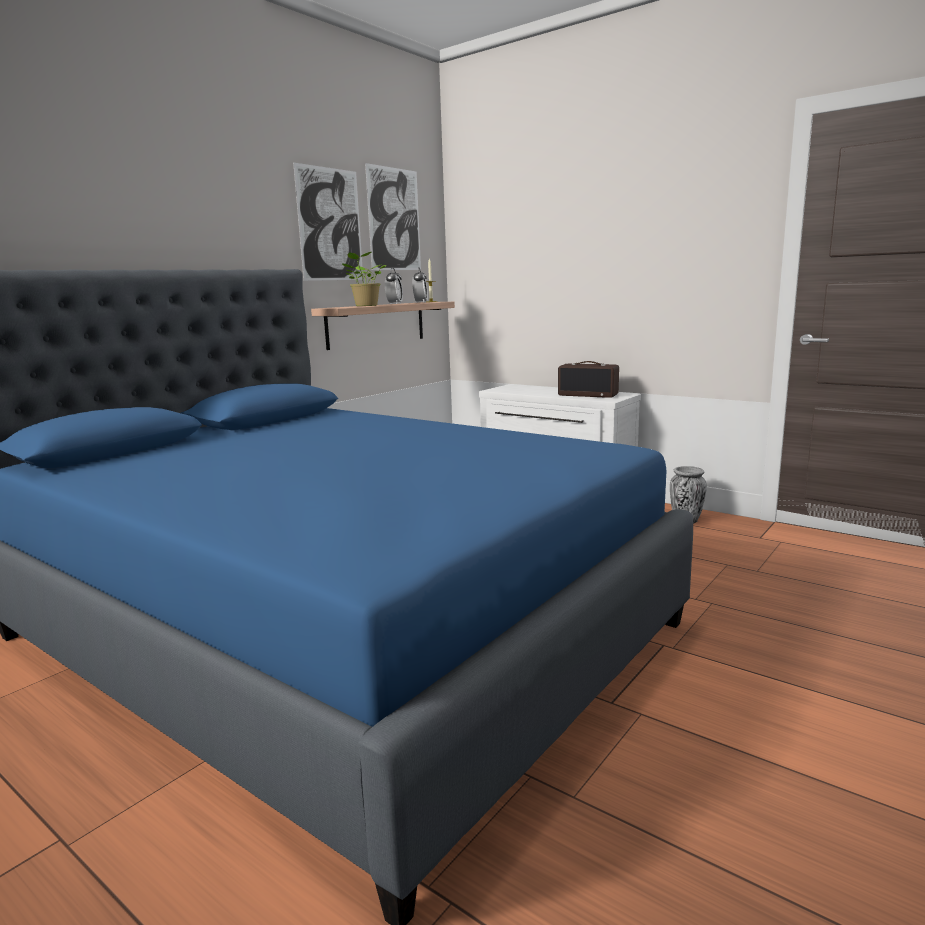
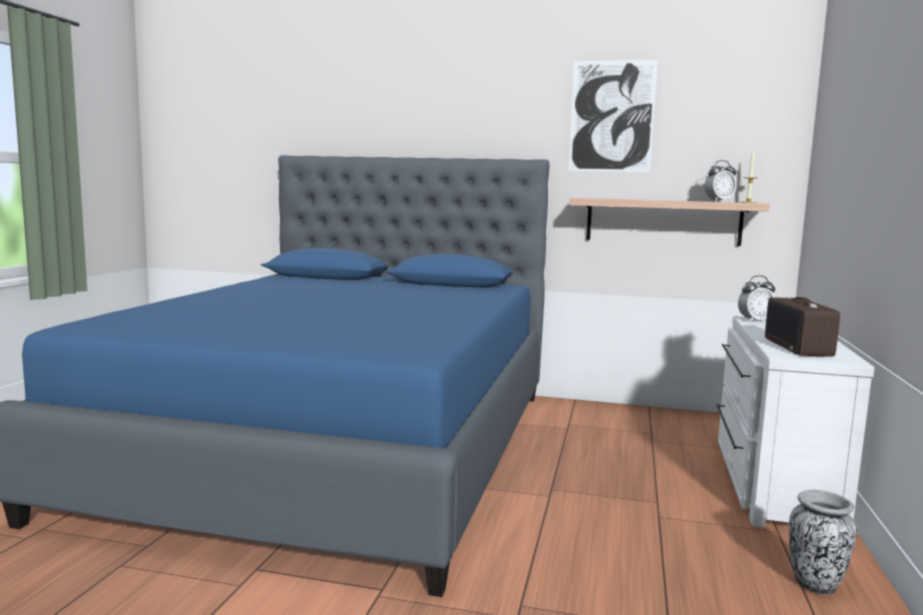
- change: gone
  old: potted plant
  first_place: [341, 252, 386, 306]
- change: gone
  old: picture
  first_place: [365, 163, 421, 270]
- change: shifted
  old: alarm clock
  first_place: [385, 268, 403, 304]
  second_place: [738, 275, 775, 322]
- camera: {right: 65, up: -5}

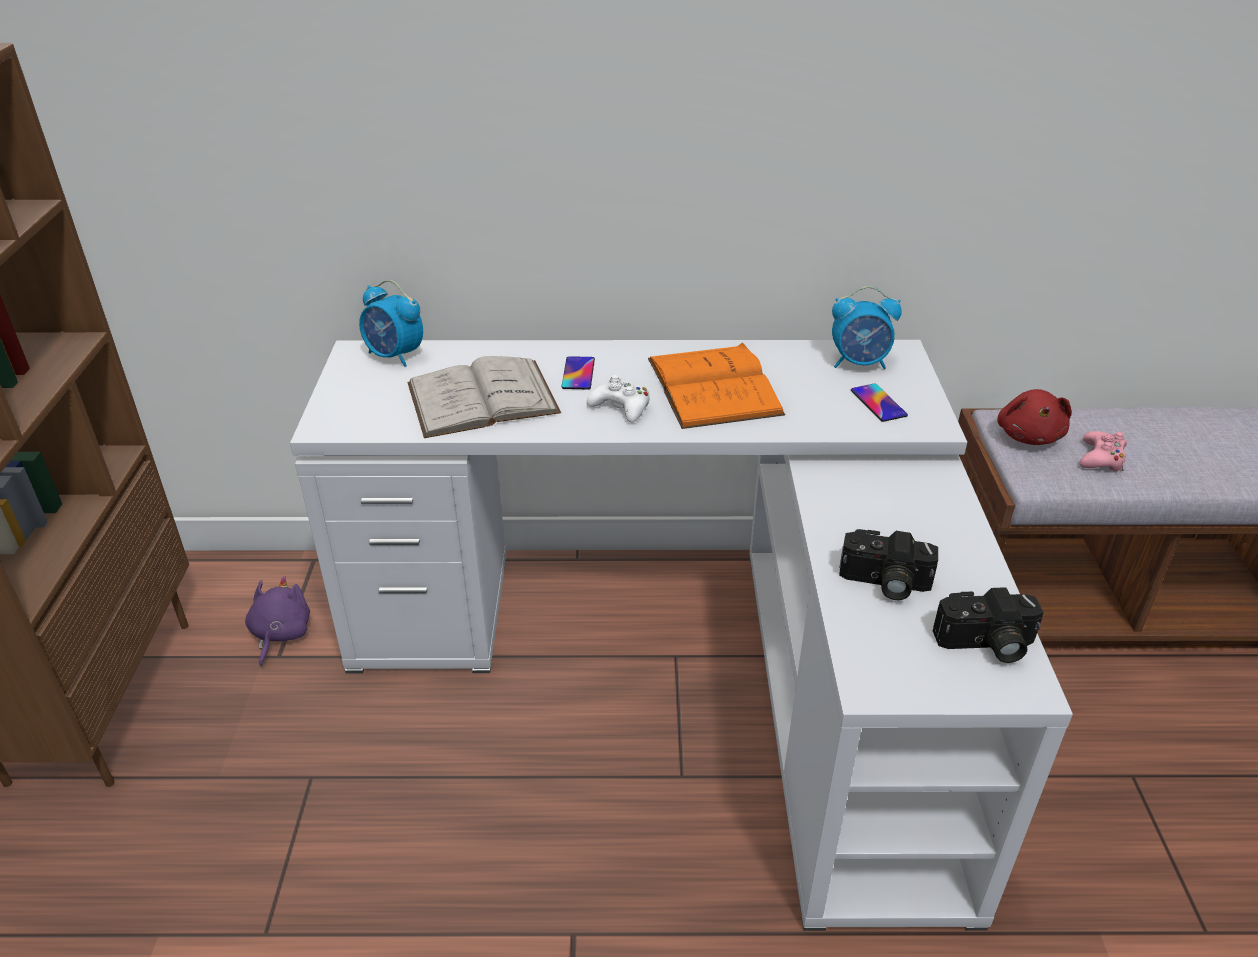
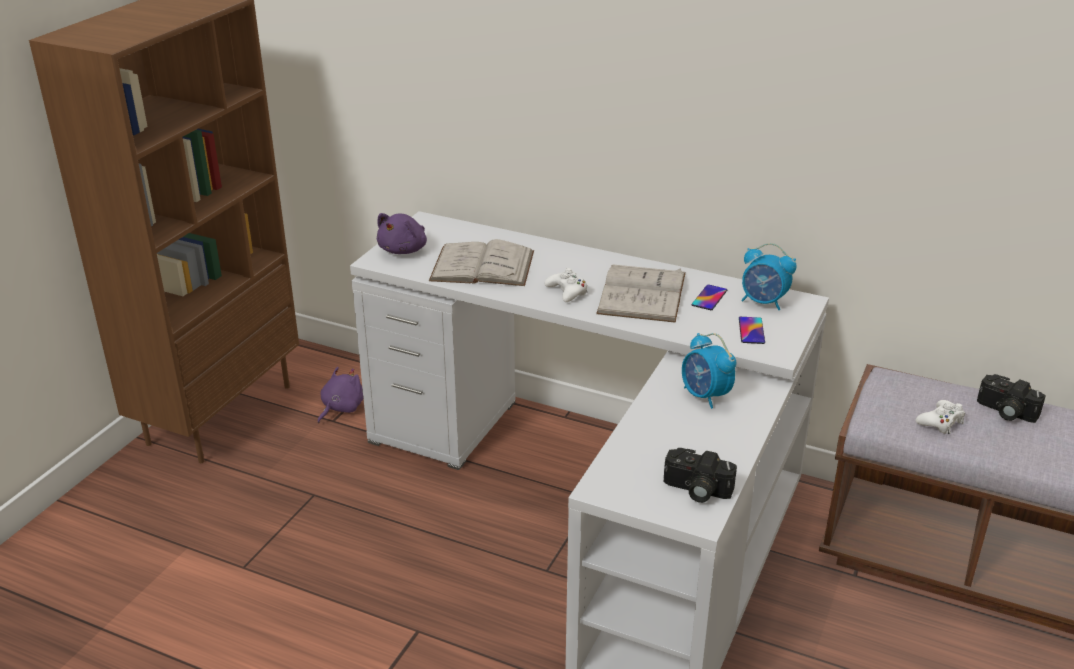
- change: gone
  old: red plush toy
  first_place: [997, 389, 1072, 445]
- change: new
  new: purple plush toy
  second_place: [377, 213, 427, 254]
- change: shifted
  old: alarm clock
  first_place: [359, 280, 423, 367]
  second_place: [682, 333, 736, 409]
- change: shifted
  old: phone
  first_place: [561, 356, 595, 389]
  second_place: [692, 284, 727, 310]
- change: shifted
  old: photo camera
  first_place: [839, 529, 938, 600]
  second_place: [977, 374, 1046, 423]
- change: repainted
  old: orange book
  new: white book
  first_place: [648, 342, 785, 429]
  second_place: [596, 264, 686, 323]
- change: repainted
  old: pink game controller
  new: white game controller
  first_place: [1080, 431, 1127, 472]
  second_place: [915, 400, 965, 434]
- camera: {right: 25, up: -5}

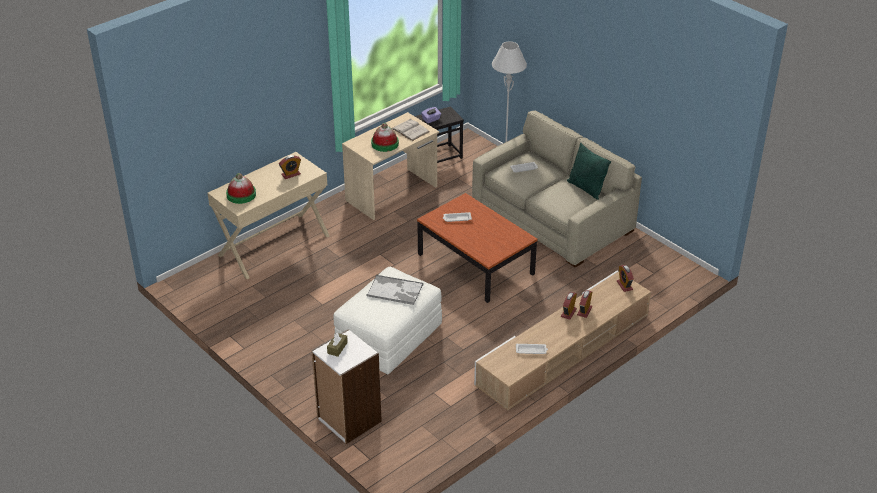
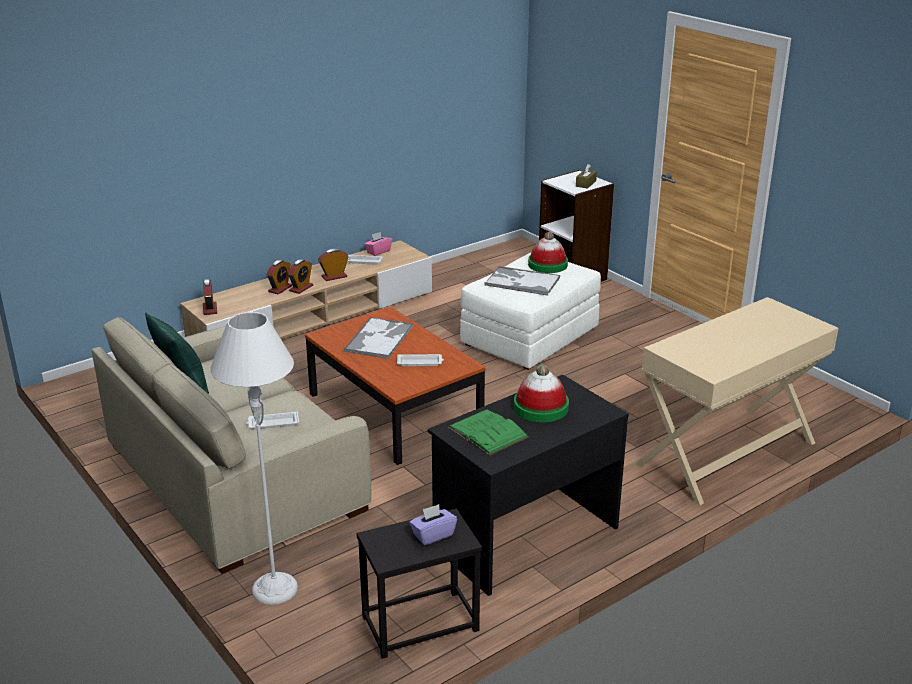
- change: new
  new: tray
  second_place: [344, 317, 413, 359]
- change: new
  new: pink tissue box
  second_place: [364, 232, 392, 256]
- change: shifted
  old: hat
  first_place: [226, 173, 256, 204]
  second_place: [528, 232, 568, 273]
- change: shifted
  old: alarm clock
  first_place: [279, 155, 301, 179]
  second_place: [318, 249, 349, 281]
- change: repainted
  old: beige desk
  new: black desk
  first_place: [342, 112, 439, 220]
  second_place: [428, 374, 629, 596]
- change: repainted
  old: white book
  new: green book
  first_place: [392, 119, 429, 141]
  second_place: [448, 409, 528, 455]
- camera: {right: -175, up: -10}

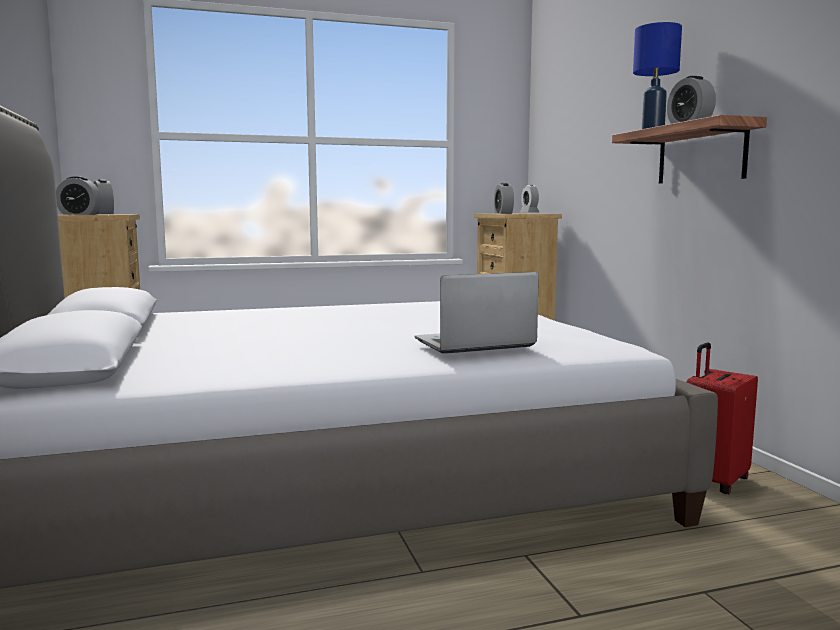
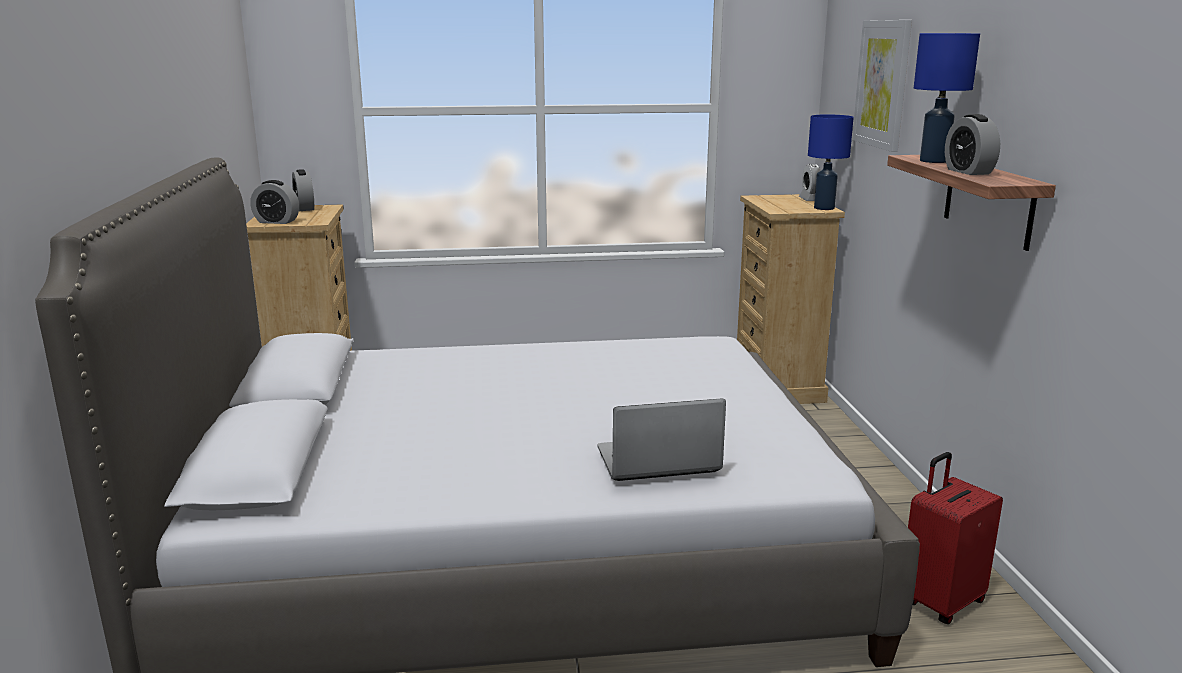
- change: gone
  old: alarm clock
  first_place: [494, 183, 514, 214]
- change: new
  new: blue table lamp
  second_place: [808, 114, 854, 210]
- change: new
  new: picture
  second_place: [852, 20, 912, 152]
- camera: {right: 10, up: 10}

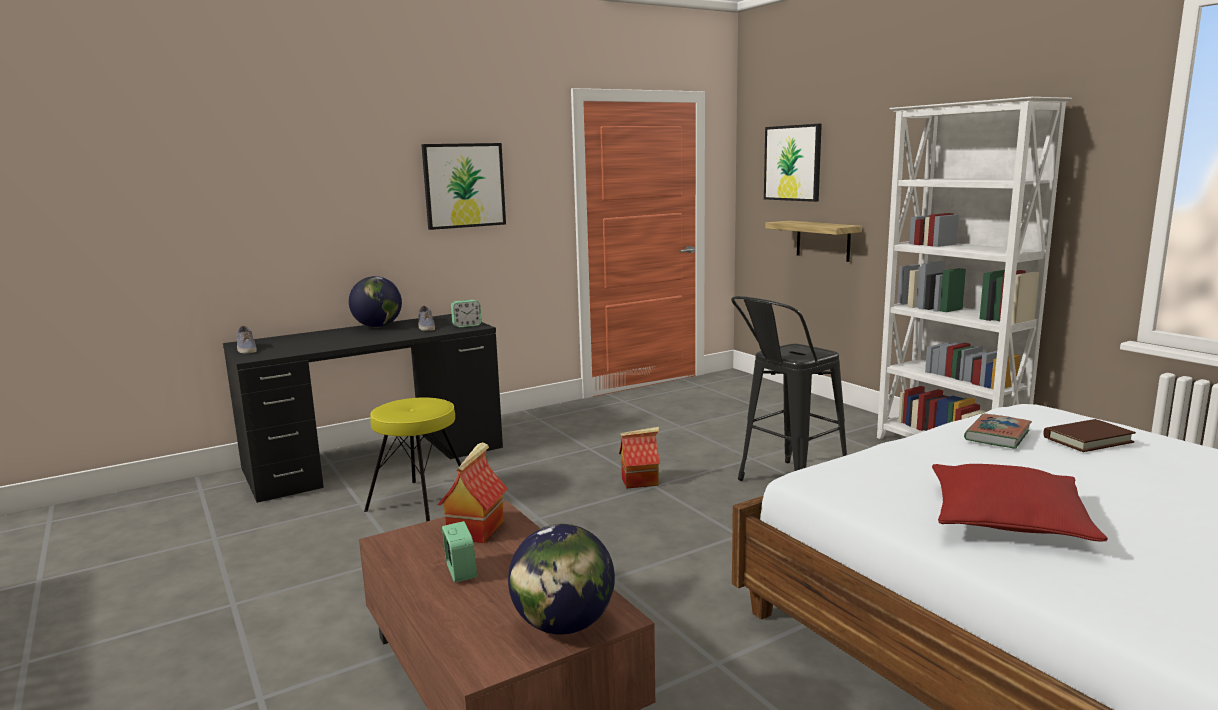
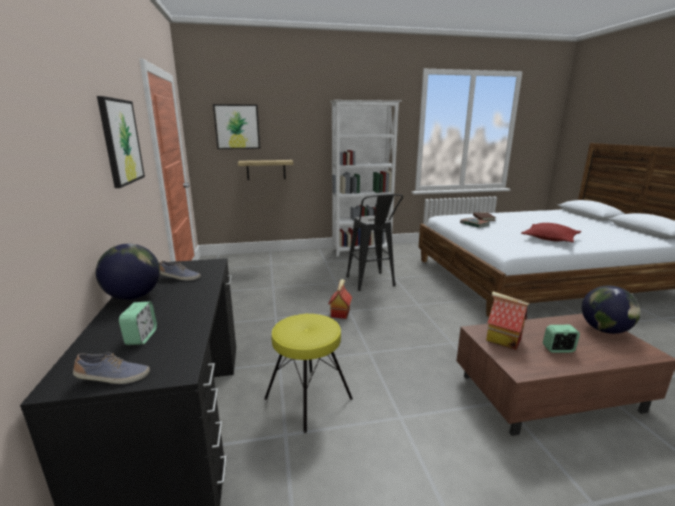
- change: shifted
  old: alarm clock
  first_place: [451, 300, 481, 328]
  second_place: [119, 302, 157, 345]
- camera: {right: -70, up: 5}

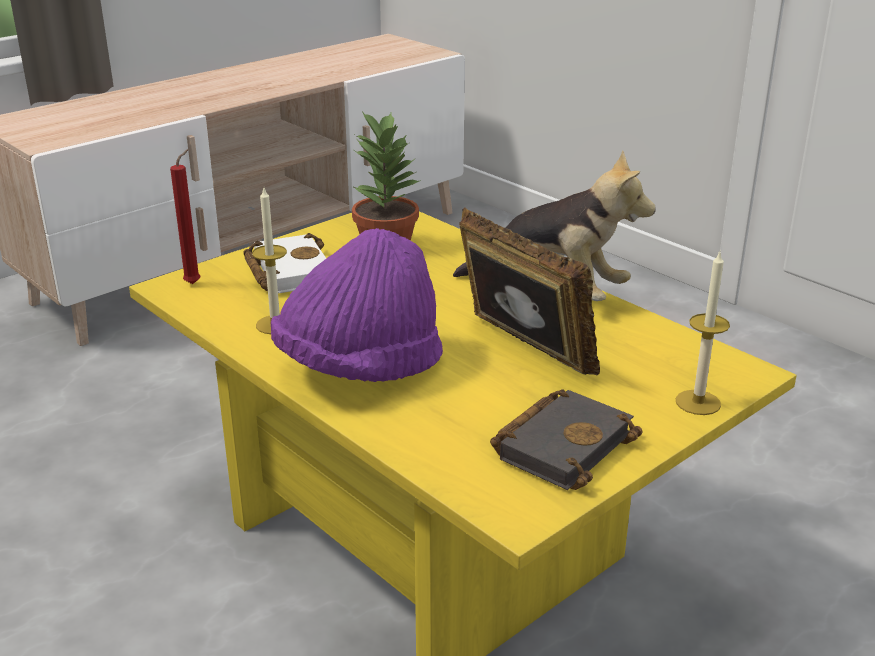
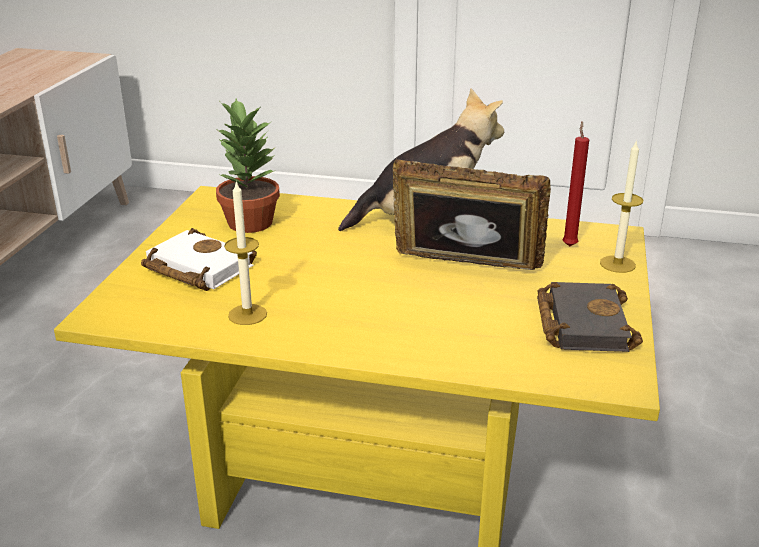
- change: gone
  old: purple hat
  first_place: [271, 228, 443, 382]
- change: shifted
  old: red candle
  first_place: [170, 149, 201, 284]
  second_place: [562, 121, 589, 247]
- camera: {right: -35, up: 0}

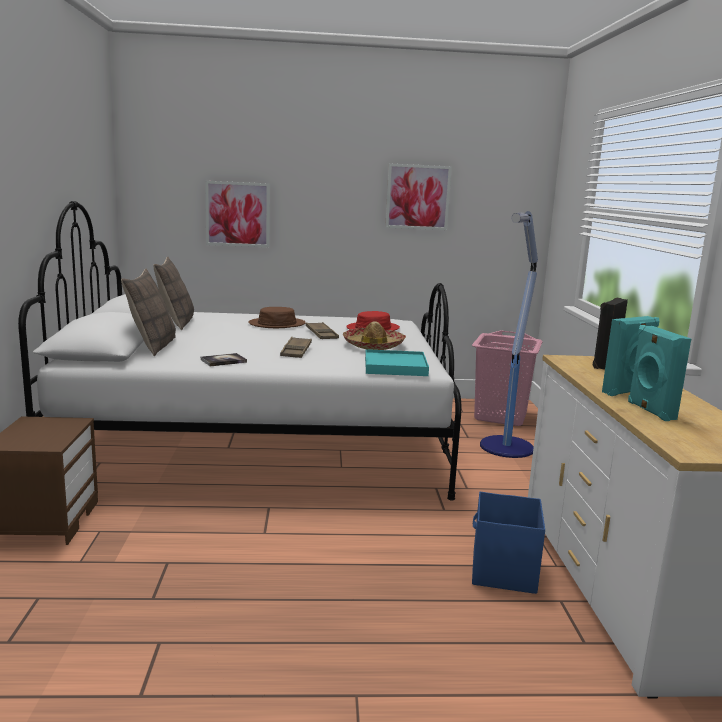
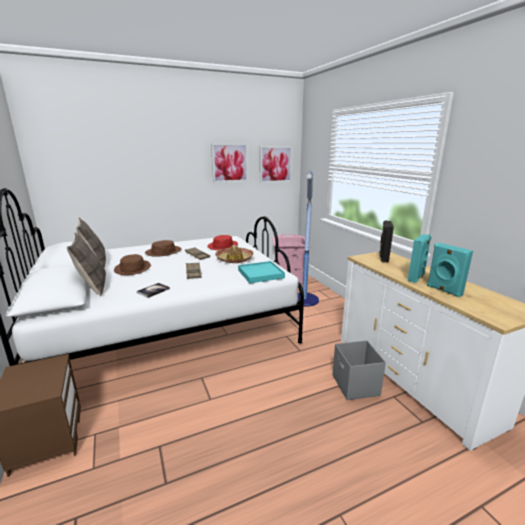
- change: new
  new: brown hat
  second_place: [114, 254, 151, 275]
- change: shifted
  old: picture
  first_place: [205, 181, 270, 247]
  second_place: [260, 146, 292, 183]
- change: repainted
  old: blue storage box
  new: grey storage box
  first_place: [472, 492, 545, 594]
  second_place: [332, 340, 386, 400]
- camera: {right: -20, up: 5}

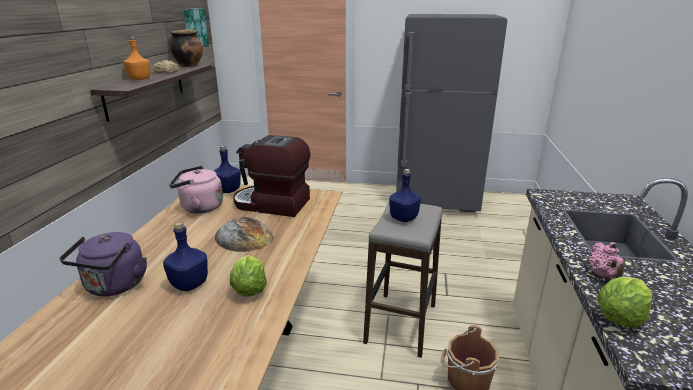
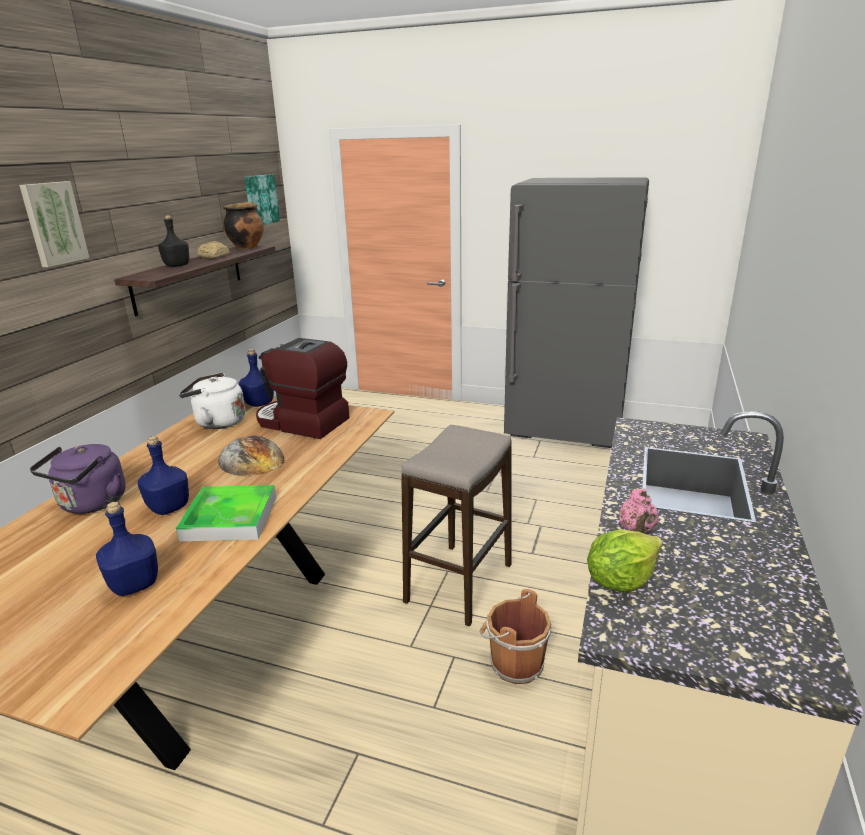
- change: new
  new: picture
  second_place: [19, 181, 89, 267]
- change: shifted
  old: blue bottle
  first_place: [389, 169, 421, 222]
  second_place: [96, 502, 158, 596]
- change: swapped
  old: lettuce
  new: tray
  first_place: [230, 255, 267, 297]
  second_place: [176, 485, 276, 541]
- change: repainted
  old: orange bottle
  new: black bottle
  first_place: [123, 37, 150, 80]
  second_place: [158, 215, 189, 267]
- change: repainted
  old: pink kettle
  new: white kettle
  first_place: [169, 166, 223, 214]
  second_place: [179, 372, 245, 429]
- camera: {right: 10, up: 0}

